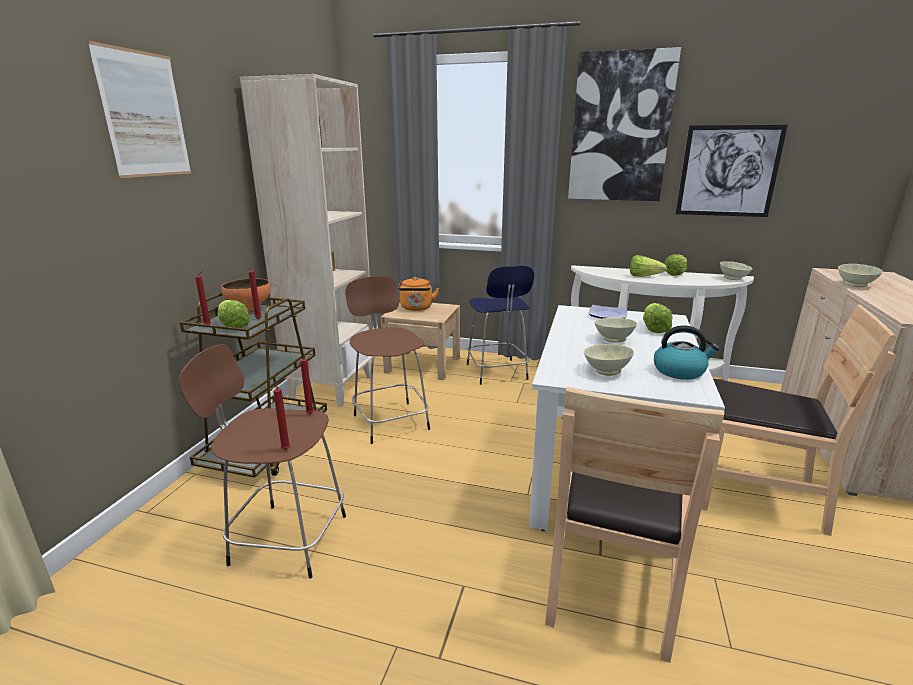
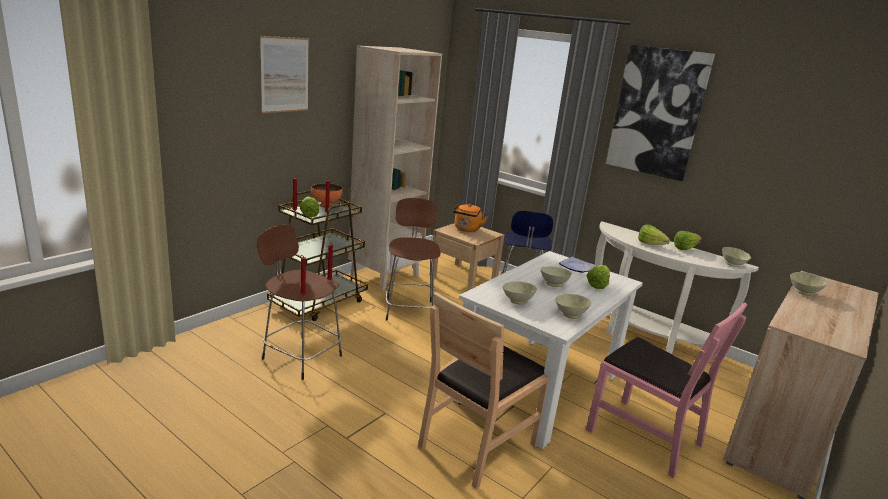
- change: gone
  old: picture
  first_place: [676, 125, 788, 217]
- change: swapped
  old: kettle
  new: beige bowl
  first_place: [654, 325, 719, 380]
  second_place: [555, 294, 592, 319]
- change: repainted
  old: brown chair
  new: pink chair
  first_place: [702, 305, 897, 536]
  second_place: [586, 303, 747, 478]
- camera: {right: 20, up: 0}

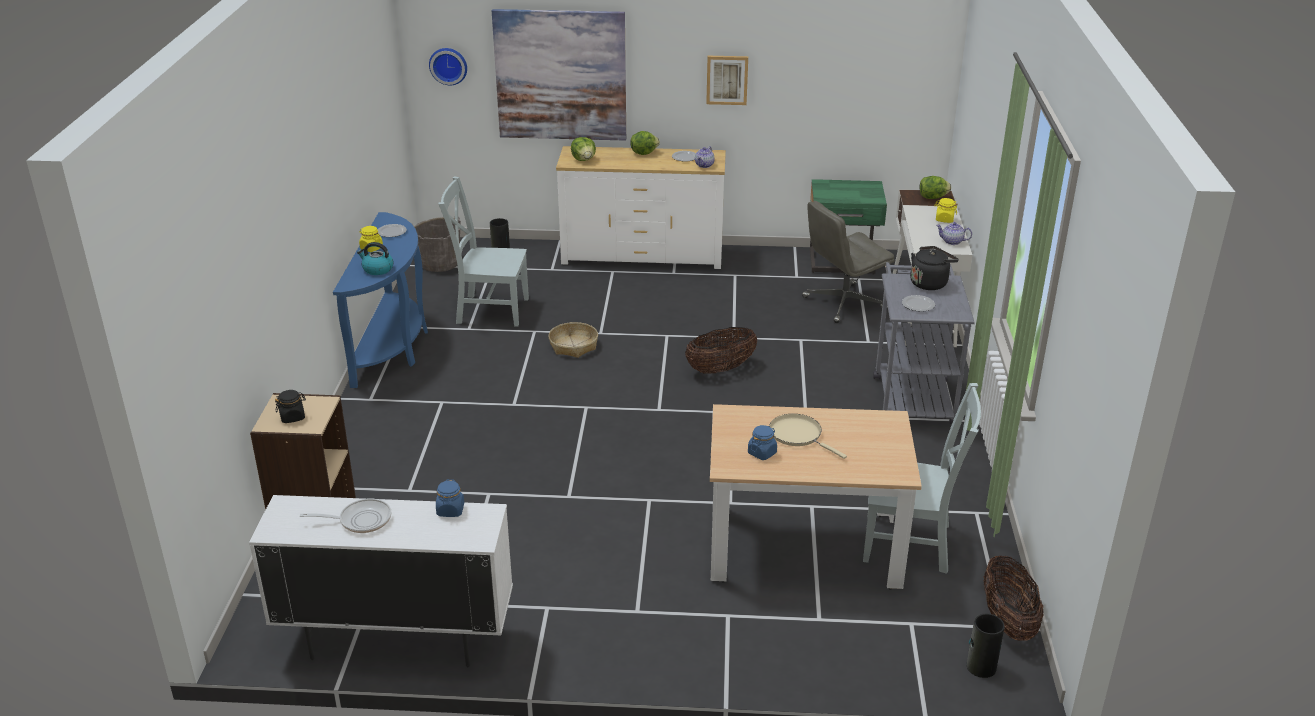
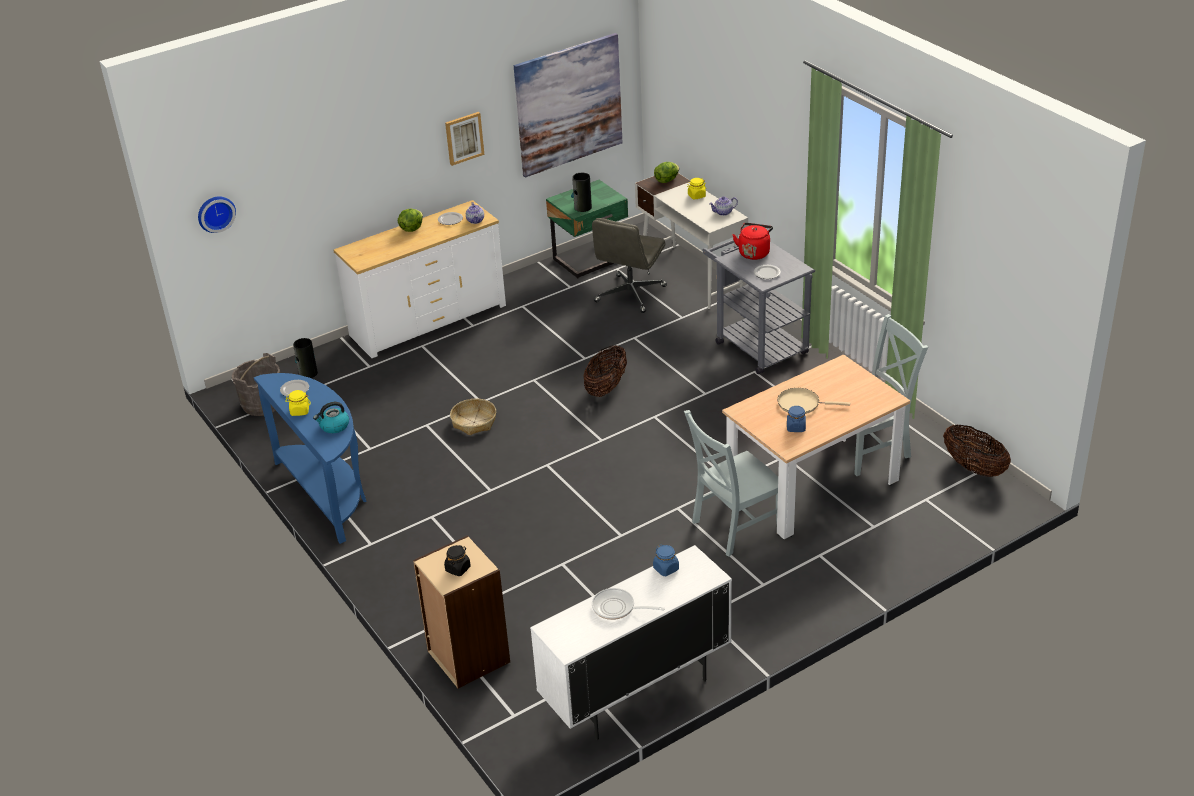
- change: gone
  old: lettuce
  first_place: [571, 137, 596, 161]
- change: shifted
  old: grey chair
  first_place: [438, 176, 529, 327]
  second_place: [684, 410, 778, 556]
- change: shifted
  old: picture
  first_place: [492, 9, 626, 140]
  second_place: [514, 33, 623, 177]
- change: shifted
  old: vase
  first_place: [967, 614, 1005, 678]
  second_place: [571, 173, 592, 212]
- change: repainted
  old: black kettle
  new: red kettle
  first_place: [910, 246, 959, 290]
  second_place: [732, 223, 773, 260]
- change: rotated
  old: frying pan
  first_place: [300, 499, 391, 533]
  second_place: [592, 588, 665, 620]
  degrees: -120
- camera: {right: -35, up: 5}

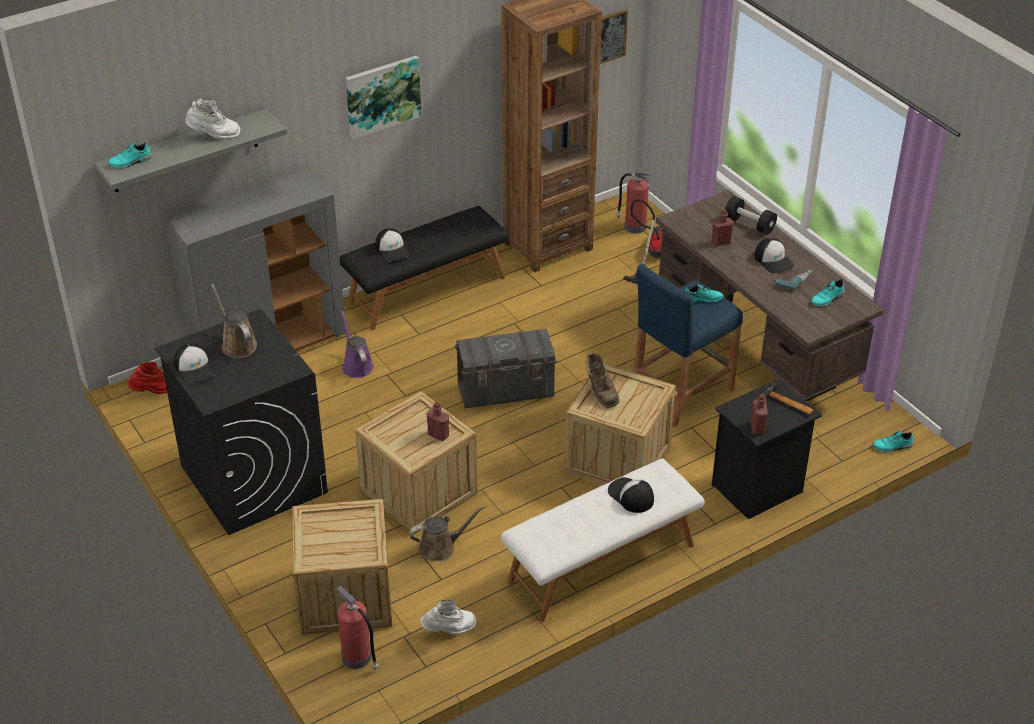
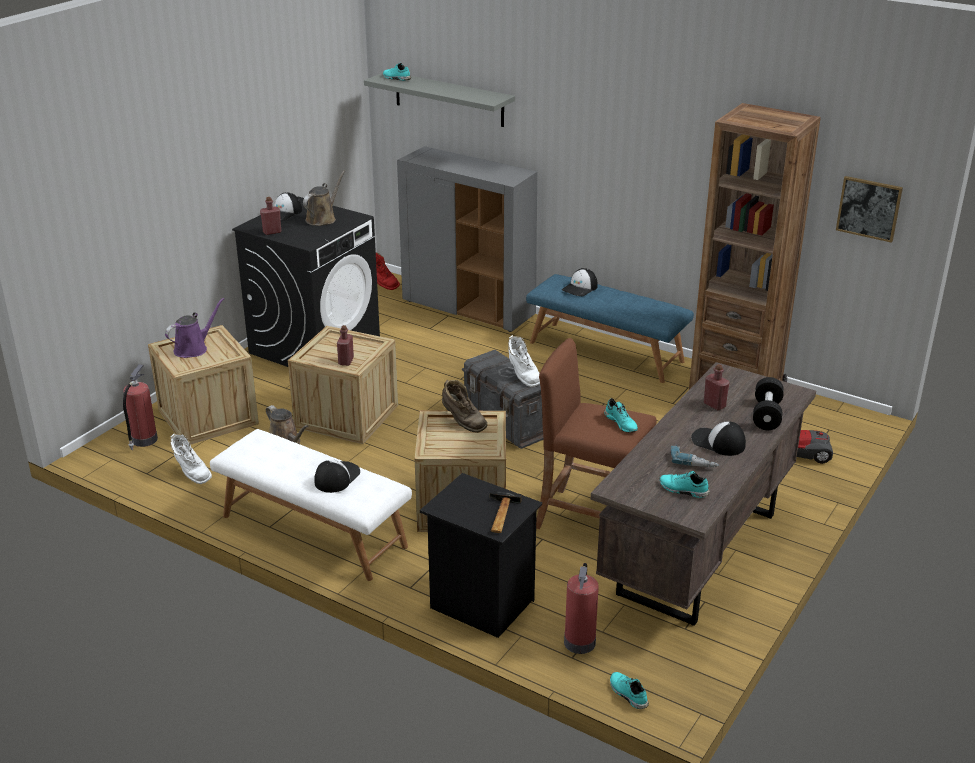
- change: gone
  old: picture
  first_place: [346, 56, 421, 139]
- change: shifted
  old: white boot
  first_place: [185, 98, 240, 139]
  second_place: [508, 335, 540, 387]
- change: shifted
  old: purple watering can
  first_place: [341, 311, 374, 378]
  second_place: [165, 298, 224, 358]
- change: shifted
  old: fire extinguisher
  first_place: [616, 171, 652, 233]
  second_place: [564, 563, 599, 654]
- change: shifted
  old: red bottle
  first_place: [750, 394, 768, 434]
  second_place: [260, 197, 282, 235]
- change: repainted
  old: black bench
  new: blue bench
  first_place: [339, 206, 510, 330]
  second_place: [526, 274, 694, 383]
- change: repainted
  old: blue stool
  new: brown stool
  first_place: [633, 264, 743, 427]
  second_place: [536, 338, 657, 529]
- change: rotated
  old: brown boot
  first_place: [586, 352, 620, 408]
  second_place: [442, 380, 487, 433]
  degrees: -90
- change: rotated
  old: cap
  first_place: [754, 238, 794, 273]
  second_place: [691, 421, 746, 456]
  degrees: 90
- camera: {right: 65, up: -10}

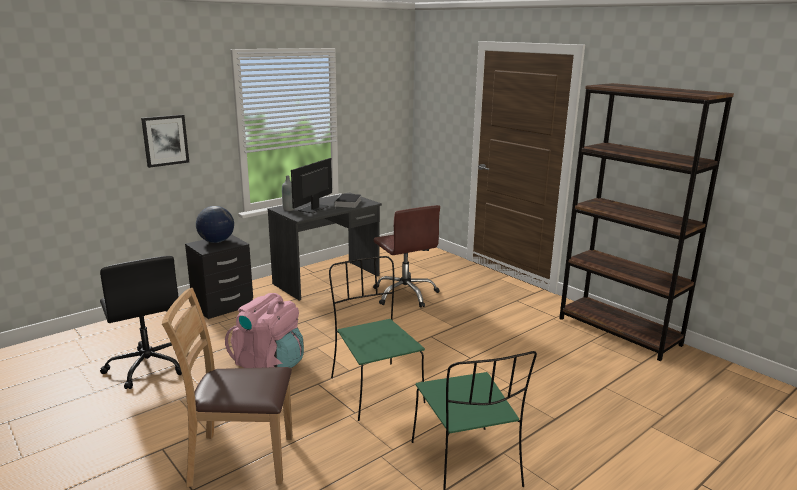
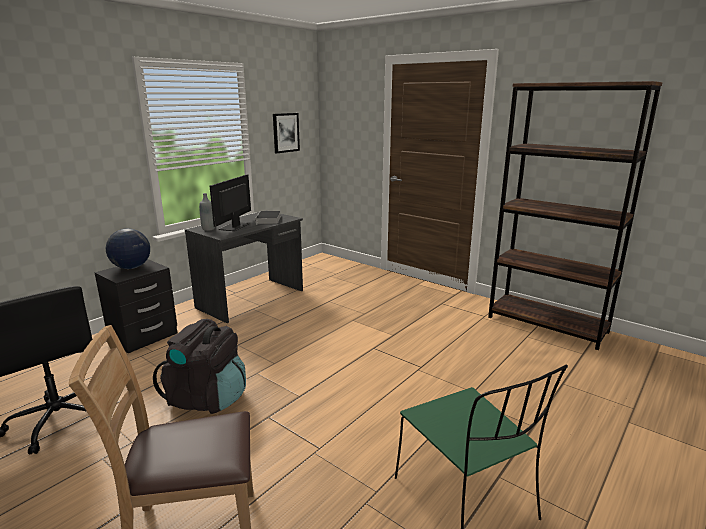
- change: gone
  old: green chair
  first_place: [329, 256, 425, 421]
- change: gone
  old: brown office chair
  first_place: [373, 205, 440, 308]
- change: shifted
  old: picture
  first_place: [141, 115, 189, 168]
  second_place: [273, 113, 300, 153]
- change: repainted
  old: pink backpack
  new: black backpack
  first_place: [225, 293, 304, 368]
  second_place: [153, 319, 246, 414]
- camera: {right: -10, up: 0}

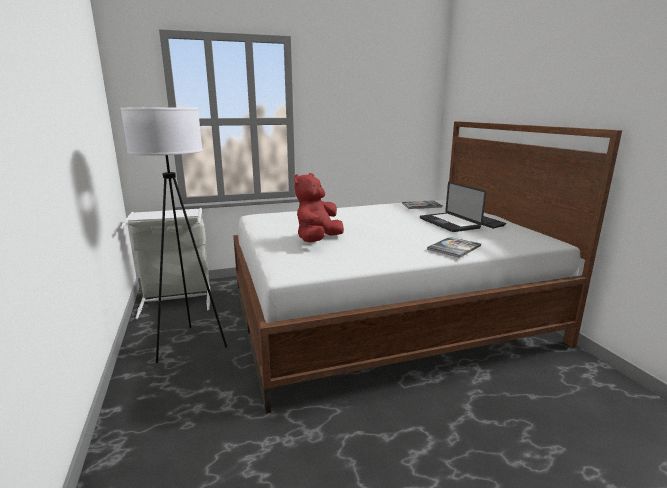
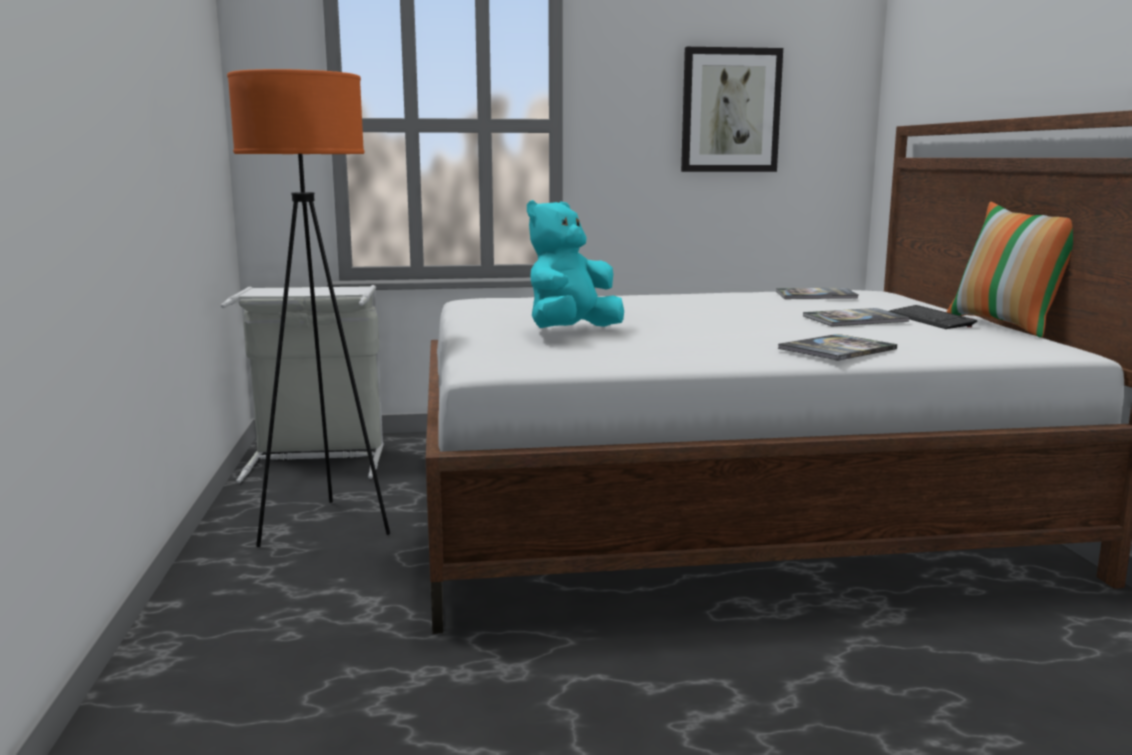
- change: new
  new: picture
  second_place: [681, 47, 783, 172]
- change: new
  new: pillow
  second_place: [947, 202, 1073, 338]
- change: swapped
  old: laptop
  new: book
  first_place: [420, 182, 486, 232]
  second_place: [803, 308, 910, 326]
- change: repainted
  old: white floor lamp
  new: orange floor lamp
  first_place: [120, 108, 227, 363]
  second_place: [227, 69, 390, 547]
- change: repainted
  old: red plush toy
  new: turquoise plush toy
  first_place: [294, 173, 344, 242]
  second_place: [527, 200, 624, 328]
- camera: {right: 10, up: -5}

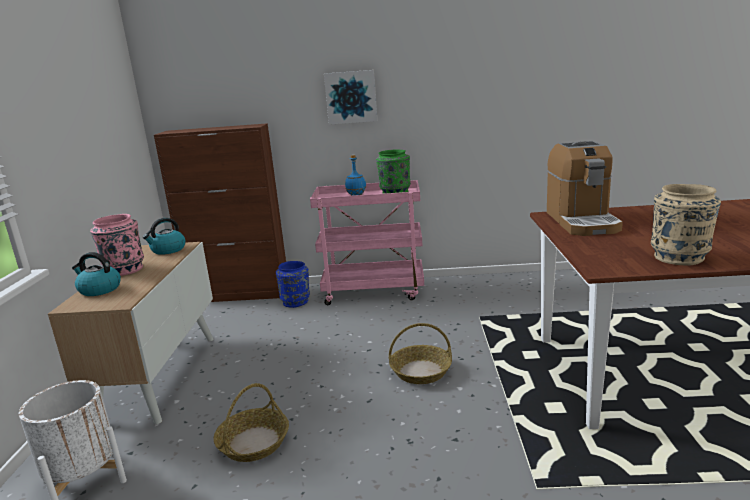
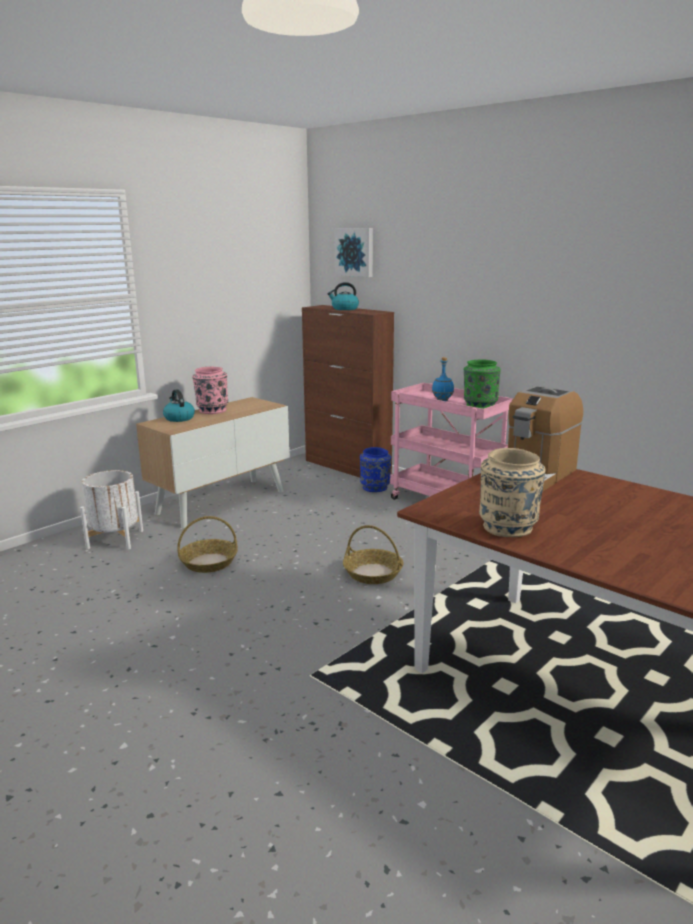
- change: shifted
  old: kettle
  first_place: [143, 218, 185, 255]
  second_place: [327, 282, 359, 310]
- change: shifted
  old: picture
  first_place: [324, 70, 377, 125]
  second_place: [335, 228, 373, 277]
- camera: {right: 40, up: 0}

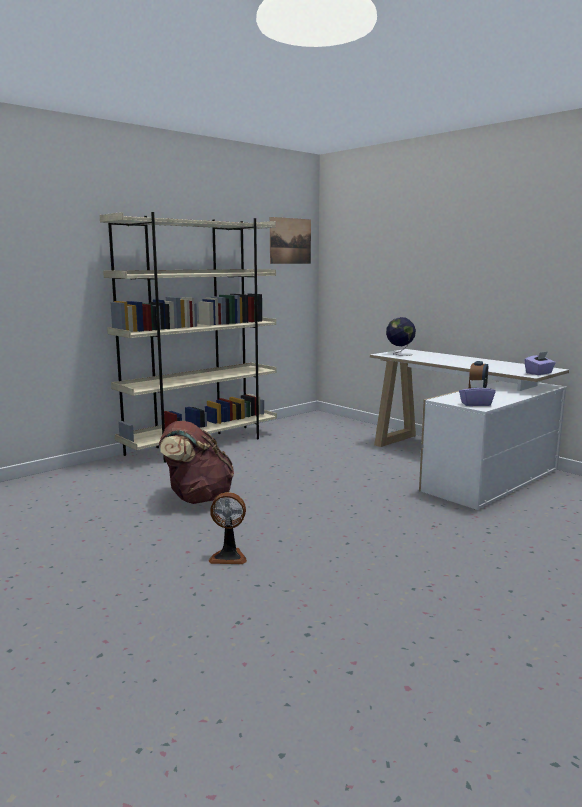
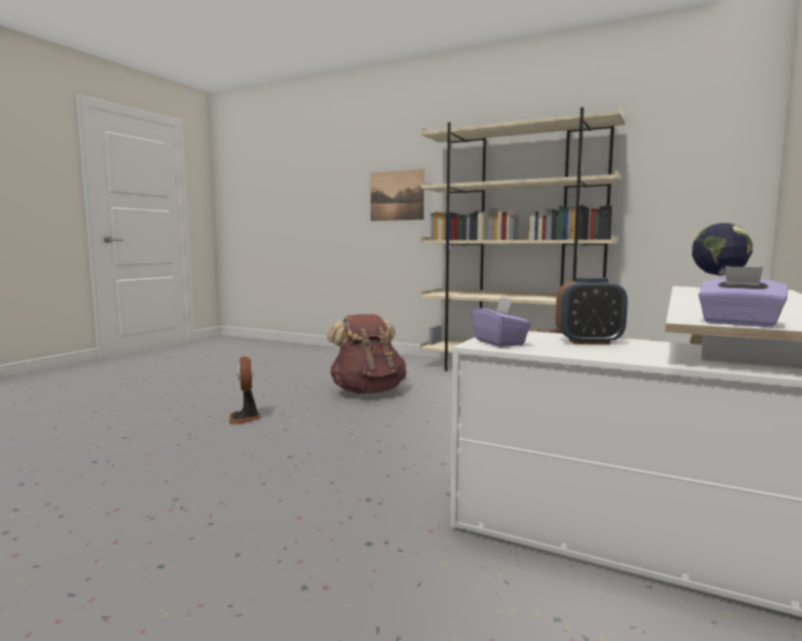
- change: shifted
  old: picture
  first_place: [270, 217, 311, 264]
  second_place: [370, 169, 424, 221]
- camera: {right: 70, up: -5}

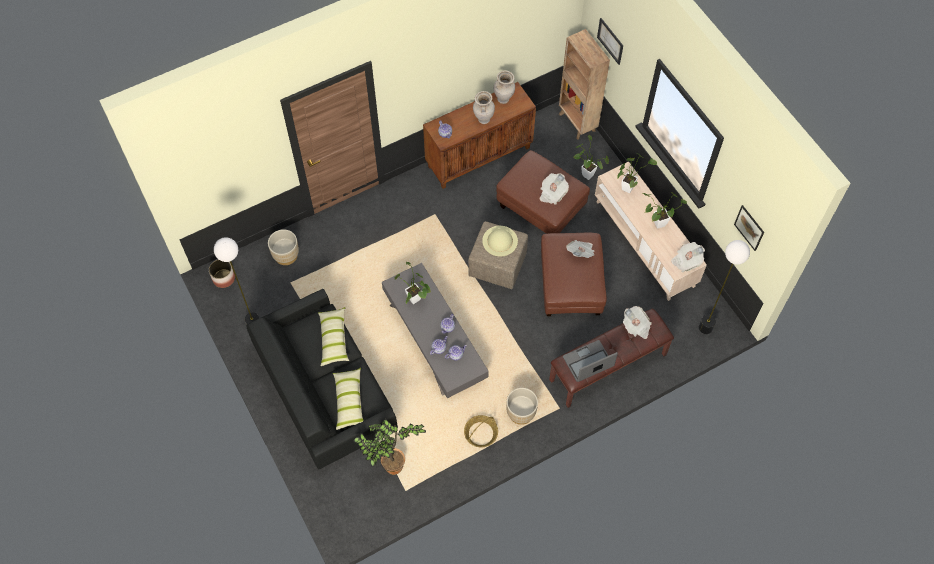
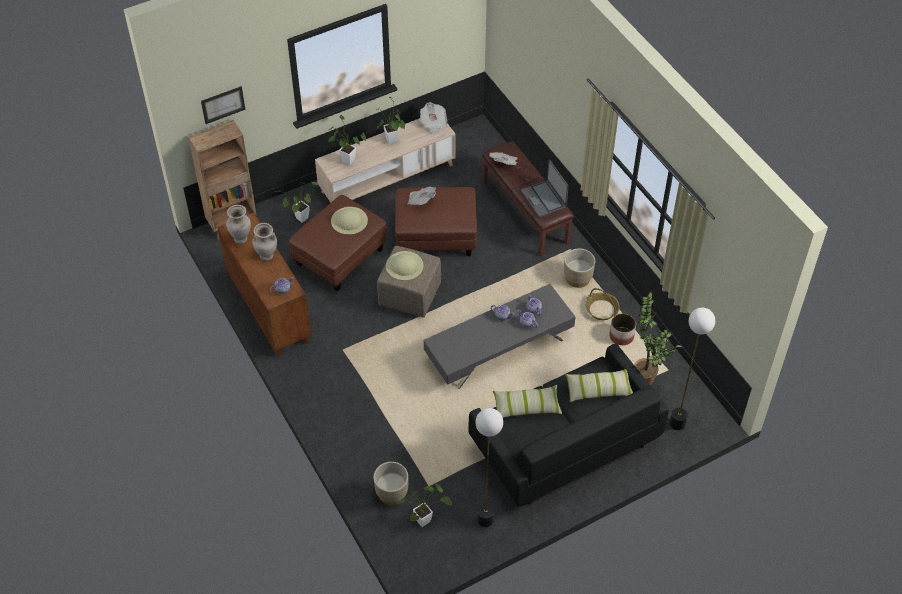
- change: gone
  old: picture
  first_place: [734, 205, 764, 251]
- change: shifted
  old: planter
  first_place: [209, 259, 235, 288]
  second_place: [609, 313, 636, 345]
- change: shifted
  old: potted plant
  first_place: [395, 262, 431, 304]
  second_place: [398, 484, 452, 527]
- change: shifted
  old: floor lamp
  first_place: [699, 240, 750, 334]
  second_place: [670, 308, 715, 430]
- change: swapped
  old: newspaper
  new: beige hat
  first_place: [540, 173, 569, 205]
  second_place: [331, 207, 368, 235]
- camera: {right: -90, up: -10}

